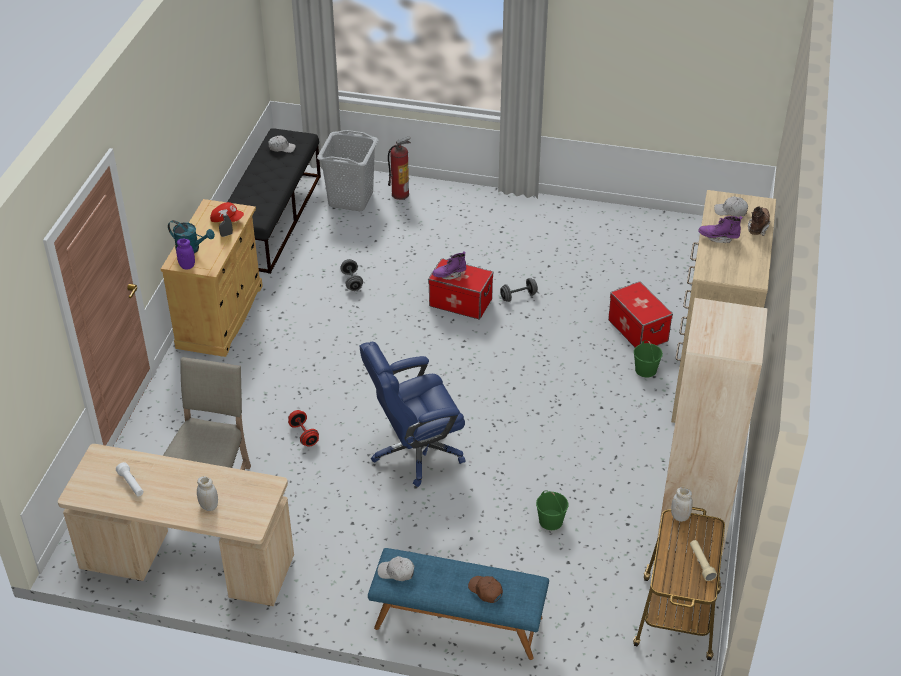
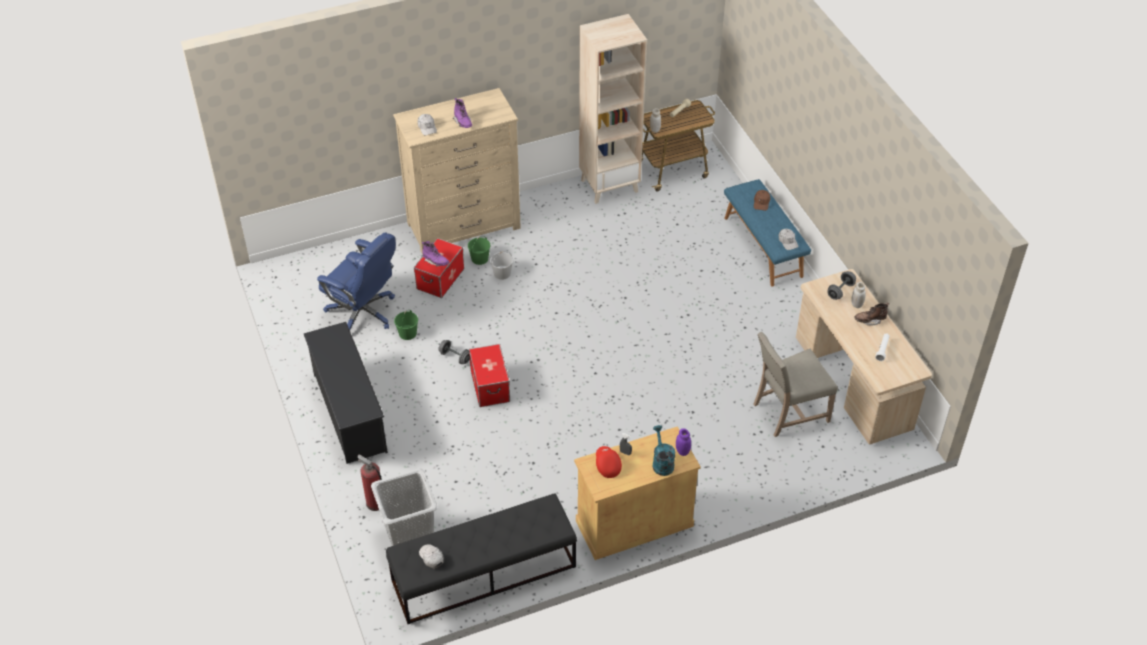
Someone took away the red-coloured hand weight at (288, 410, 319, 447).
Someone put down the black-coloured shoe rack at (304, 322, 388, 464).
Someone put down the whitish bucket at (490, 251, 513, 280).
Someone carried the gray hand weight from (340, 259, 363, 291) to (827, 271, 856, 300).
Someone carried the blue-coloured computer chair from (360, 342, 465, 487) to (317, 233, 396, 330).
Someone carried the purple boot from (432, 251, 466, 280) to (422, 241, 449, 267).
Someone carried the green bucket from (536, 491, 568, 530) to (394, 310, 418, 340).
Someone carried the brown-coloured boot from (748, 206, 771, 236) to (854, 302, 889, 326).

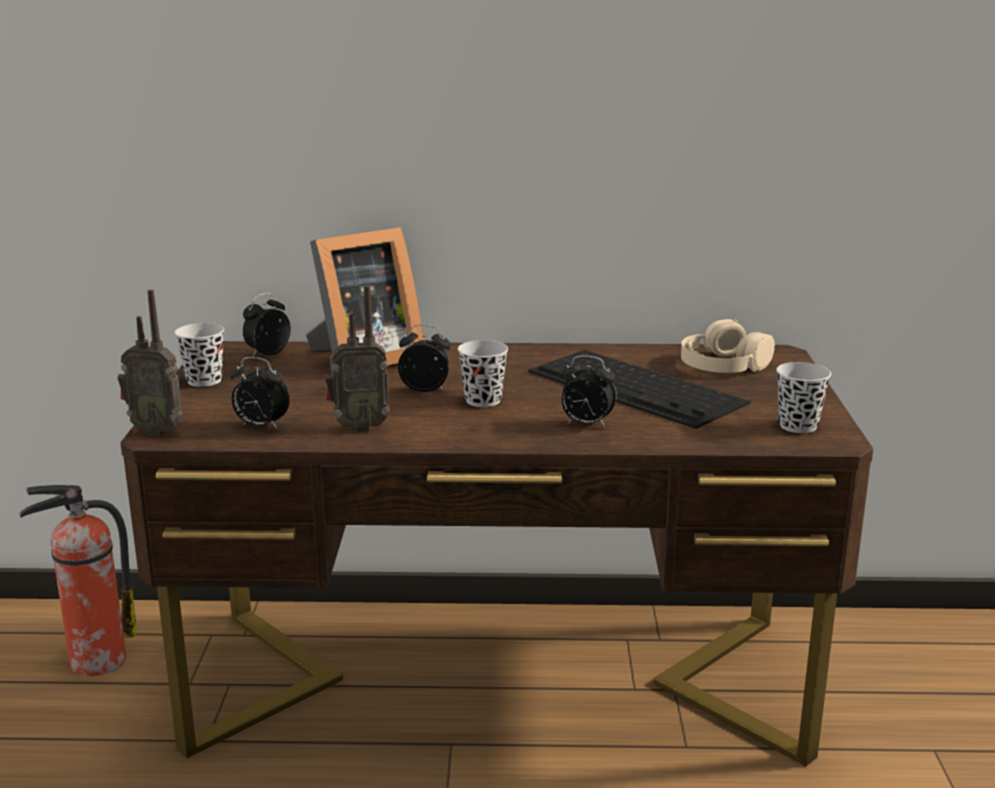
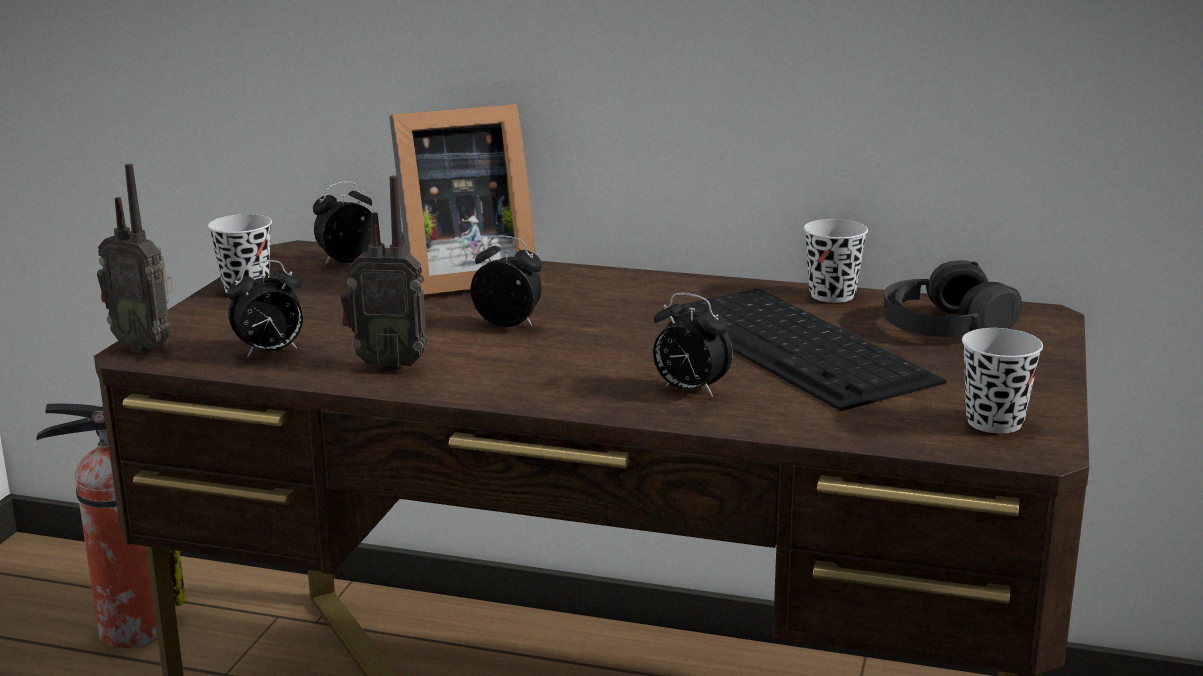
Someone carried the black-coloured drinking cup from (458, 340, 508, 407) to (804, 219, 868, 303).
Someone repainted the sand-coloured pair of headphones at (681, 319, 775, 373), which became the black-coloured pair of headphones at (883, 260, 1022, 337).
Someone rotated the alarm clock at (230, 357, 290, 430) by 60 degrees counterclockwise.

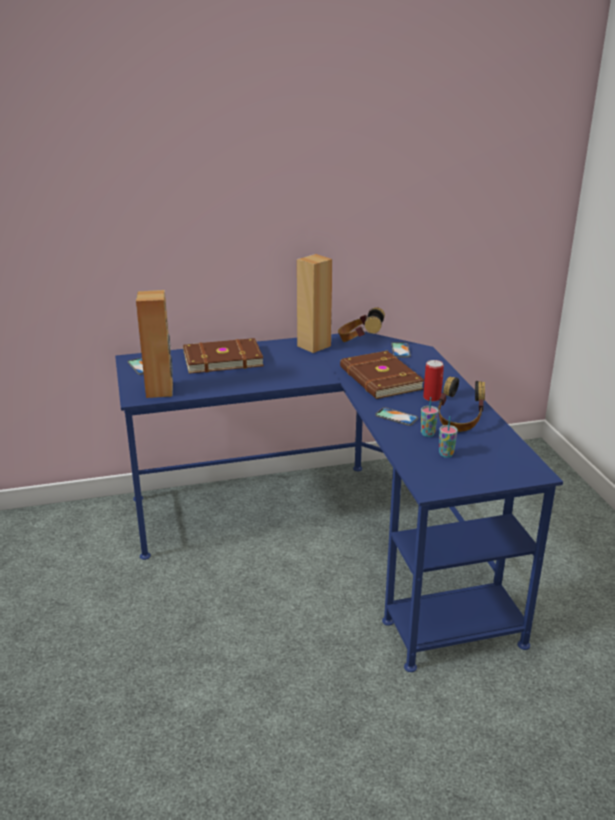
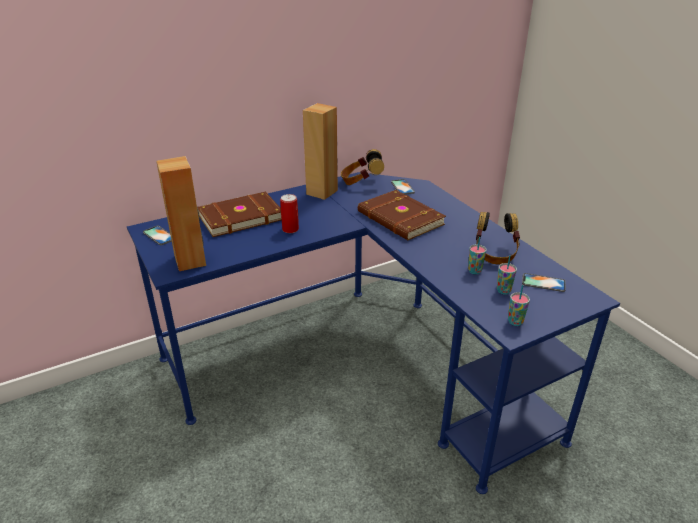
Someone put down the drinking cup at (508, 285, 530, 326).
Someone carried the telephone from (375, 407, 418, 426) to (522, 273, 566, 292).
Someone carried the can from (423, 360, 444, 402) to (280, 194, 299, 233).

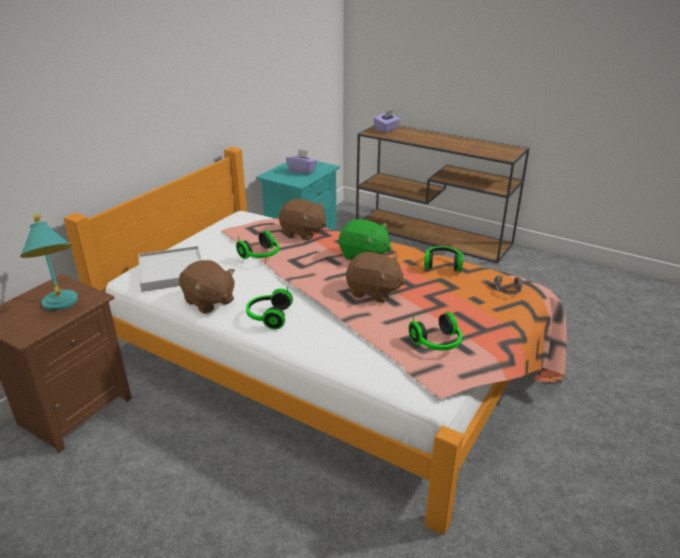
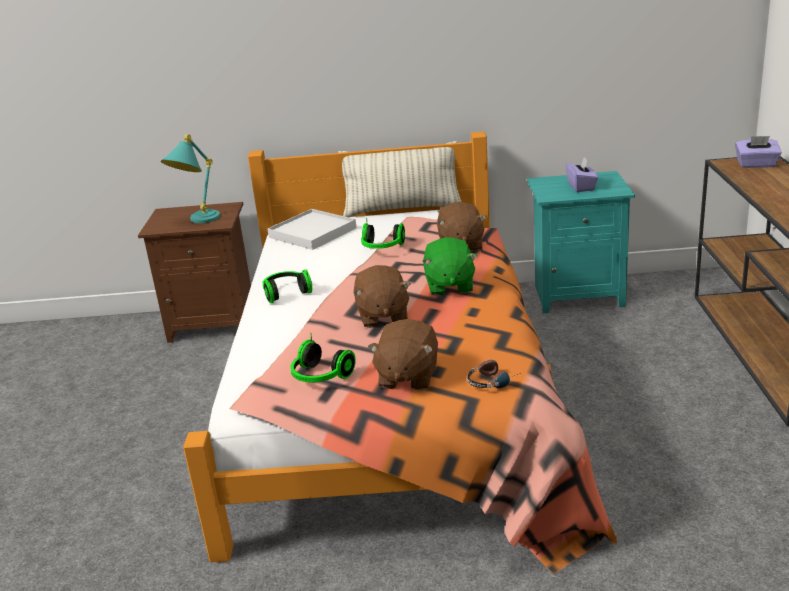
Someone took away the pair of headphones at (424, 246, 463, 272).
Someone put down the throw pillow at (338, 141, 461, 217).
Someone carried the brown-coloured soft toy from (179, 260, 235, 314) to (368, 319, 438, 390).

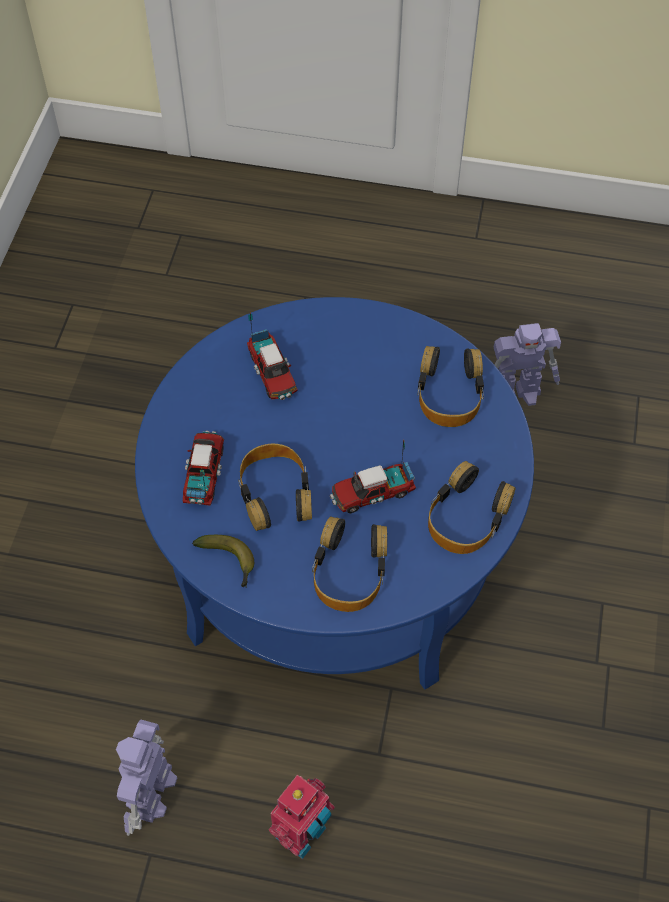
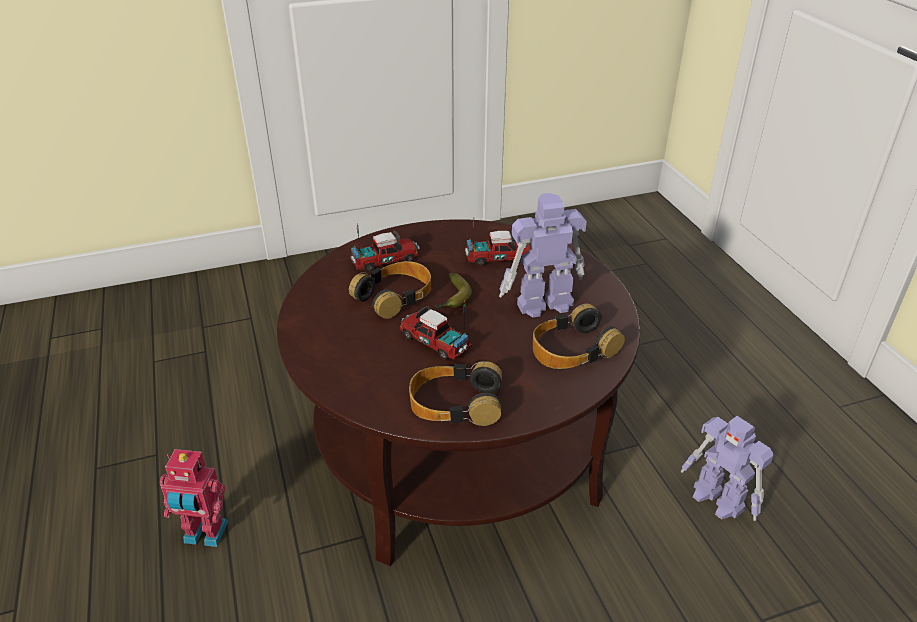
Someone took away the pair of headphones at (312, 516, 387, 612).
Someone carried the toy robot from (116, 720, 177, 836) to (499, 193, 587, 318).
Someone carried the whole banana from (192, 535, 254, 587) to (435, 273, 472, 310).
Someone repainted the blue-coloured lounge table at (135, 297, 534, 690), which became the brown-coloured lounge table at (277, 219, 640, 566).
Someone rotated the toy lorry at (247, 312, 298, 400) by 135 degrees counterclockwise.

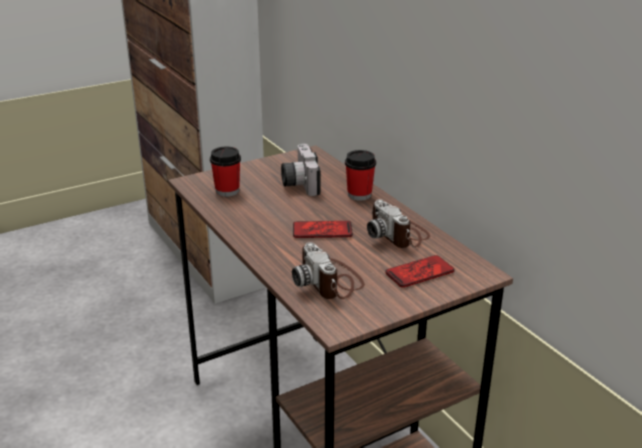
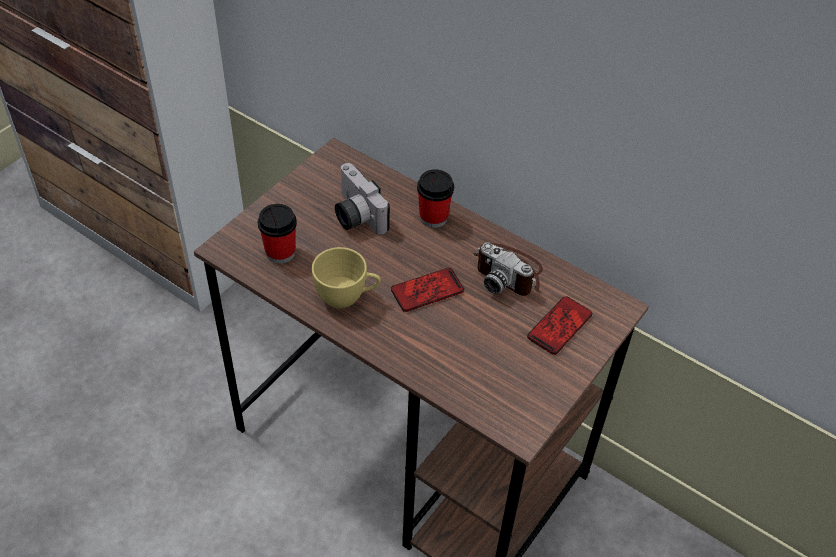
Someone took away the photo camera at (292, 242, 365, 299).
Someone put down the yellow-coloured drinking cup at (312, 247, 381, 308).

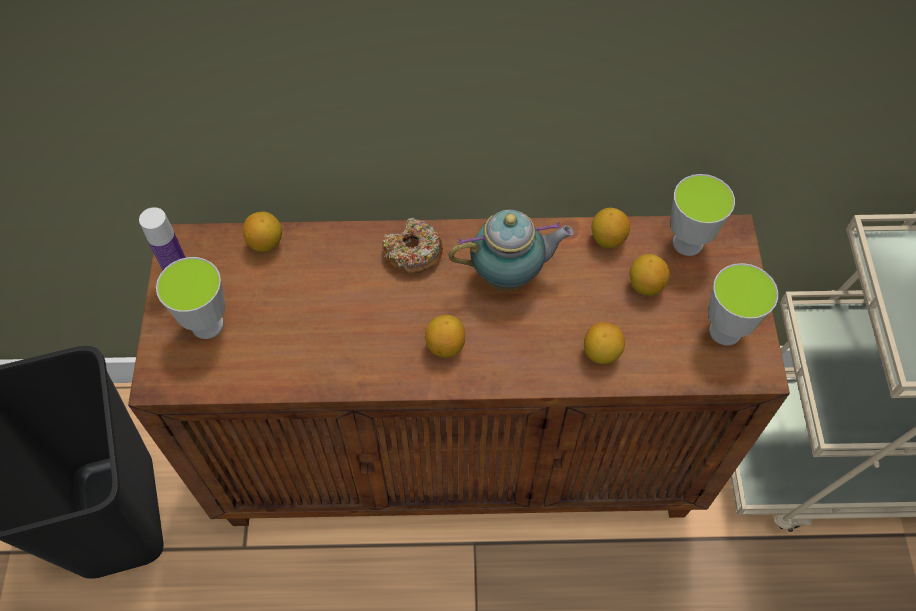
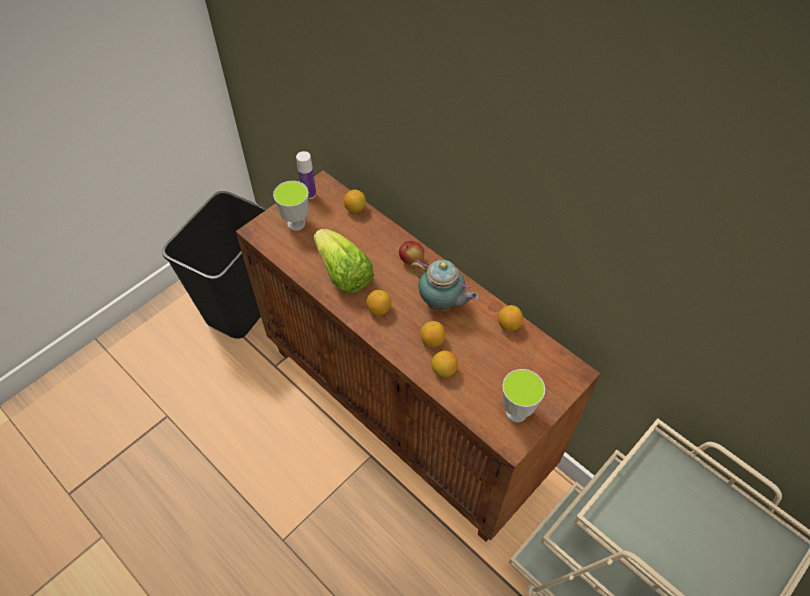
Someone took away the drinking cup at (670, 174, 735, 256).
Someone put down the lettuce at (314, 229, 374, 293).
Someone carried the citrus fruit from (630, 254, 670, 296) to (420, 321, 445, 348).
Someone swapped the doughnut at (382, 218, 443, 273) for the whole apple at (399, 241, 424, 265).

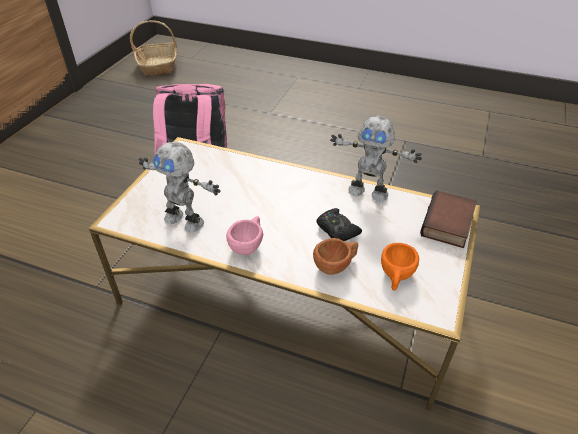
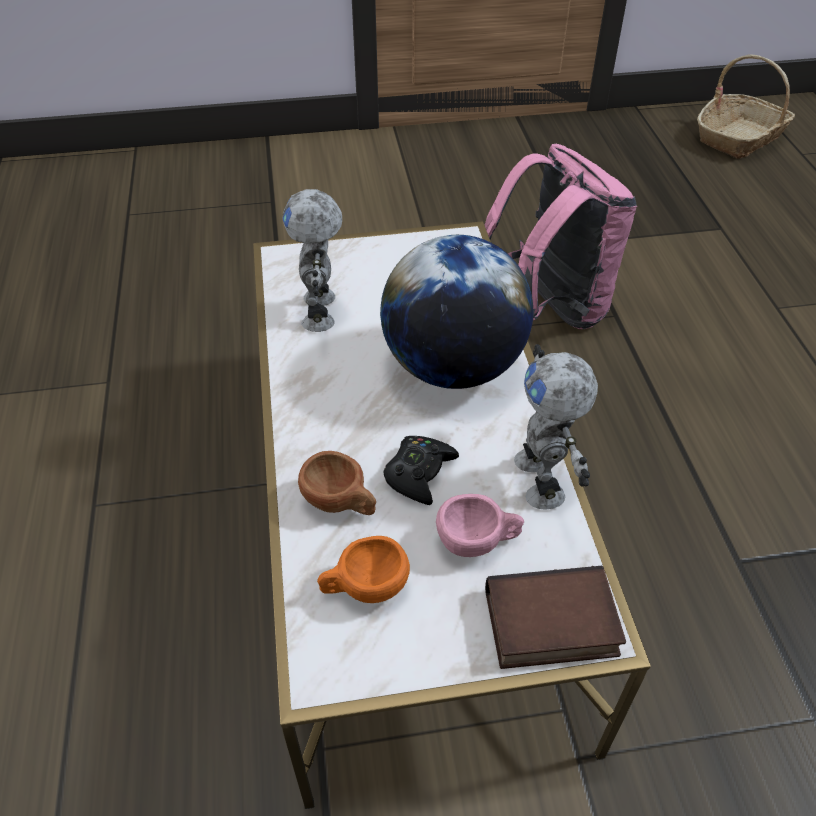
Someone put down the globe at (380, 235, 533, 389).
Someone carried the pink drinking cup from (226, 216, 263, 255) to (436, 494, 524, 557).

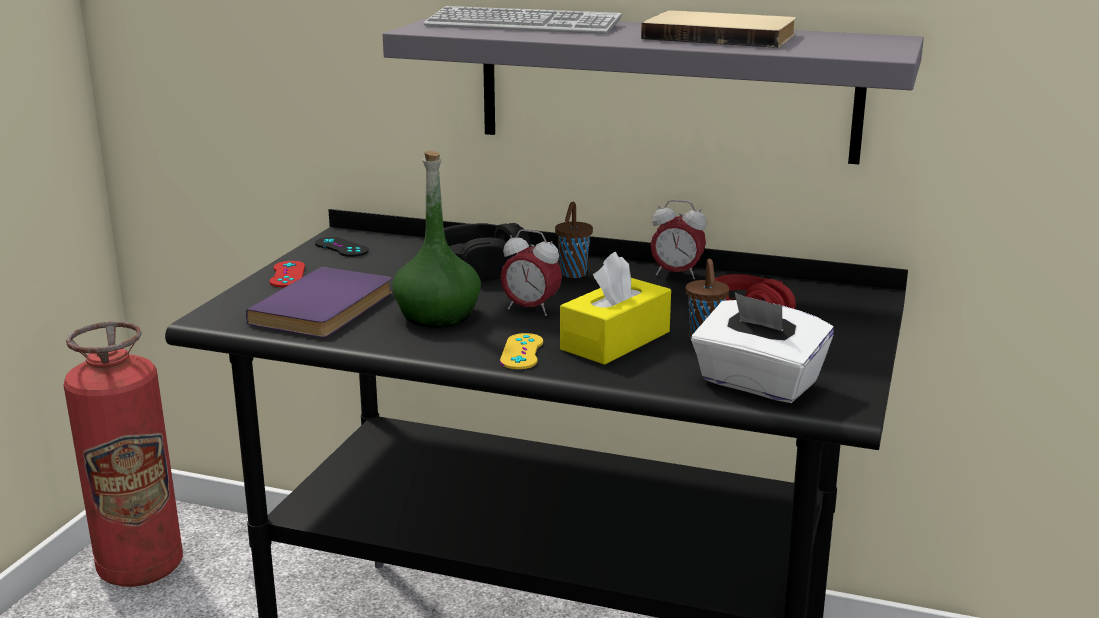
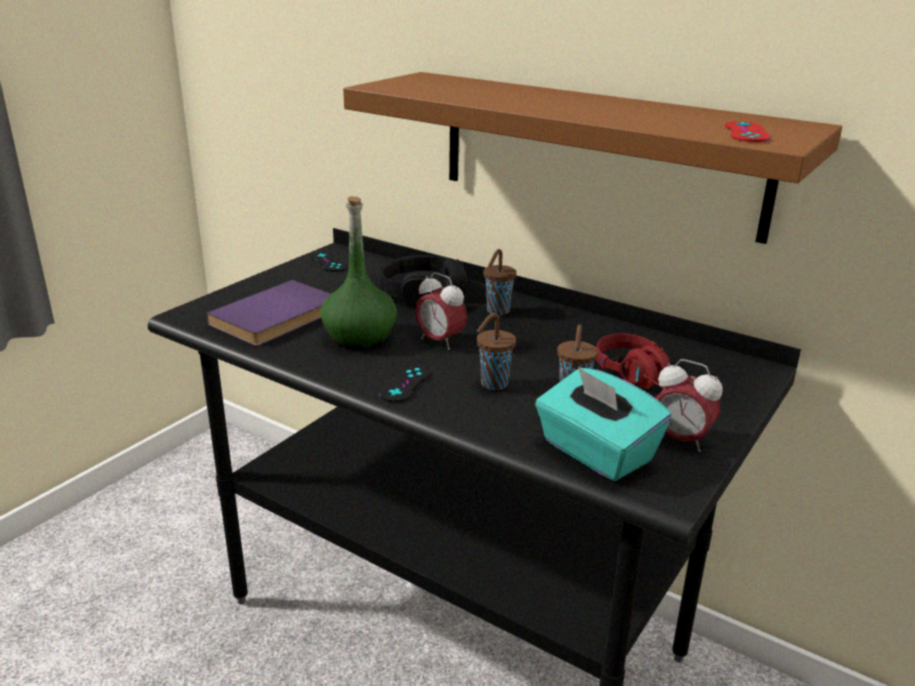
Someone took away the extinguisher at (64, 321, 183, 587).
Someone took away the keyboard at (424, 6, 622, 34).
Someone took away the sand-coloured volume at (641, 10, 796, 48).
Someone carried the red-coloured gamepad from (270, 261, 305, 287) to (725, 121, 770, 142).
Someone carried the alarm clock from (650, 200, 706, 279) to (656, 359, 723, 452).
Someone swapped the yellow-coloured tissue holder at (560, 252, 671, 365) for the brown-coloured drinking cup at (477, 313, 516, 390).
Someone repainted the gray wall shelf at (383, 17, 924, 164), which became the brown-coloured wall shelf at (343, 72, 842, 244).
Someone repainted the yellow-coloured gamepad at (500, 333, 543, 369), which became the black-coloured gamepad at (379, 365, 430, 403).
Someone repainted the whitish tissue holder at (691, 292, 834, 403), which became the blue-green tissue holder at (535, 367, 672, 481).

